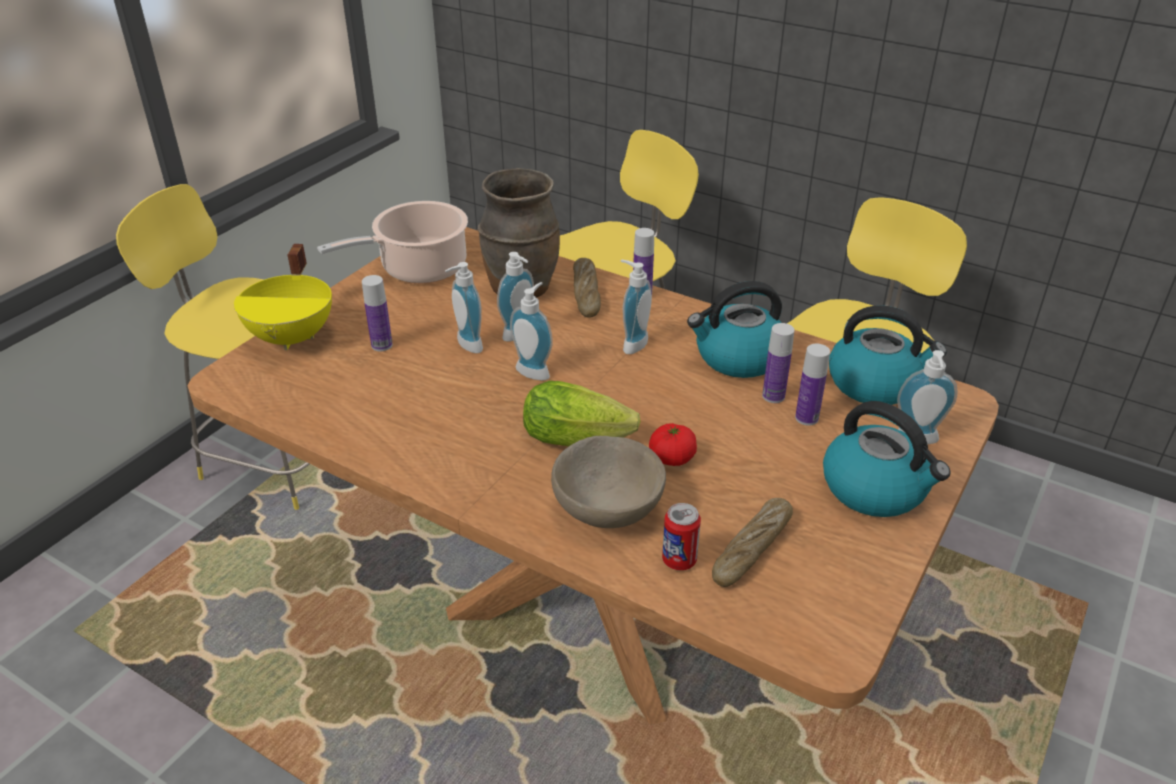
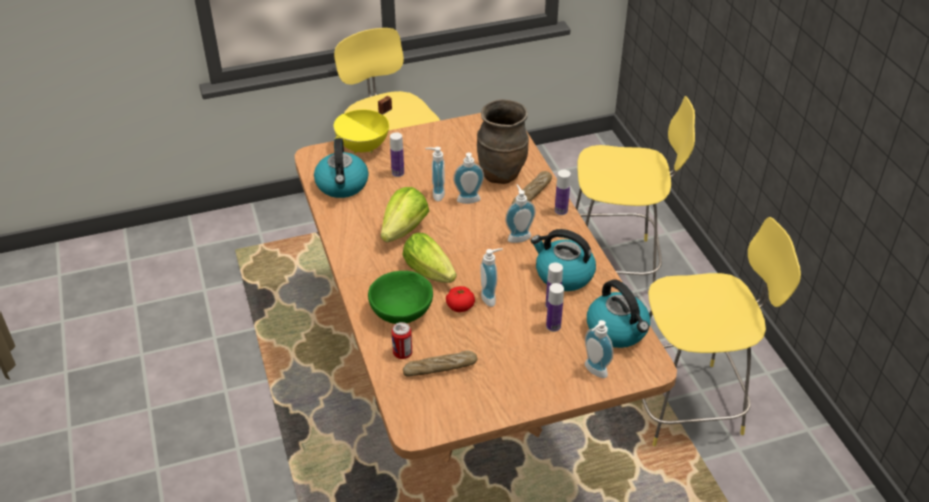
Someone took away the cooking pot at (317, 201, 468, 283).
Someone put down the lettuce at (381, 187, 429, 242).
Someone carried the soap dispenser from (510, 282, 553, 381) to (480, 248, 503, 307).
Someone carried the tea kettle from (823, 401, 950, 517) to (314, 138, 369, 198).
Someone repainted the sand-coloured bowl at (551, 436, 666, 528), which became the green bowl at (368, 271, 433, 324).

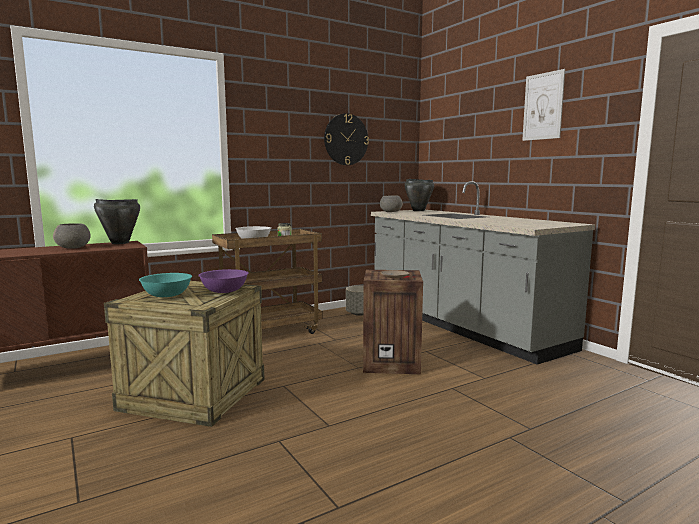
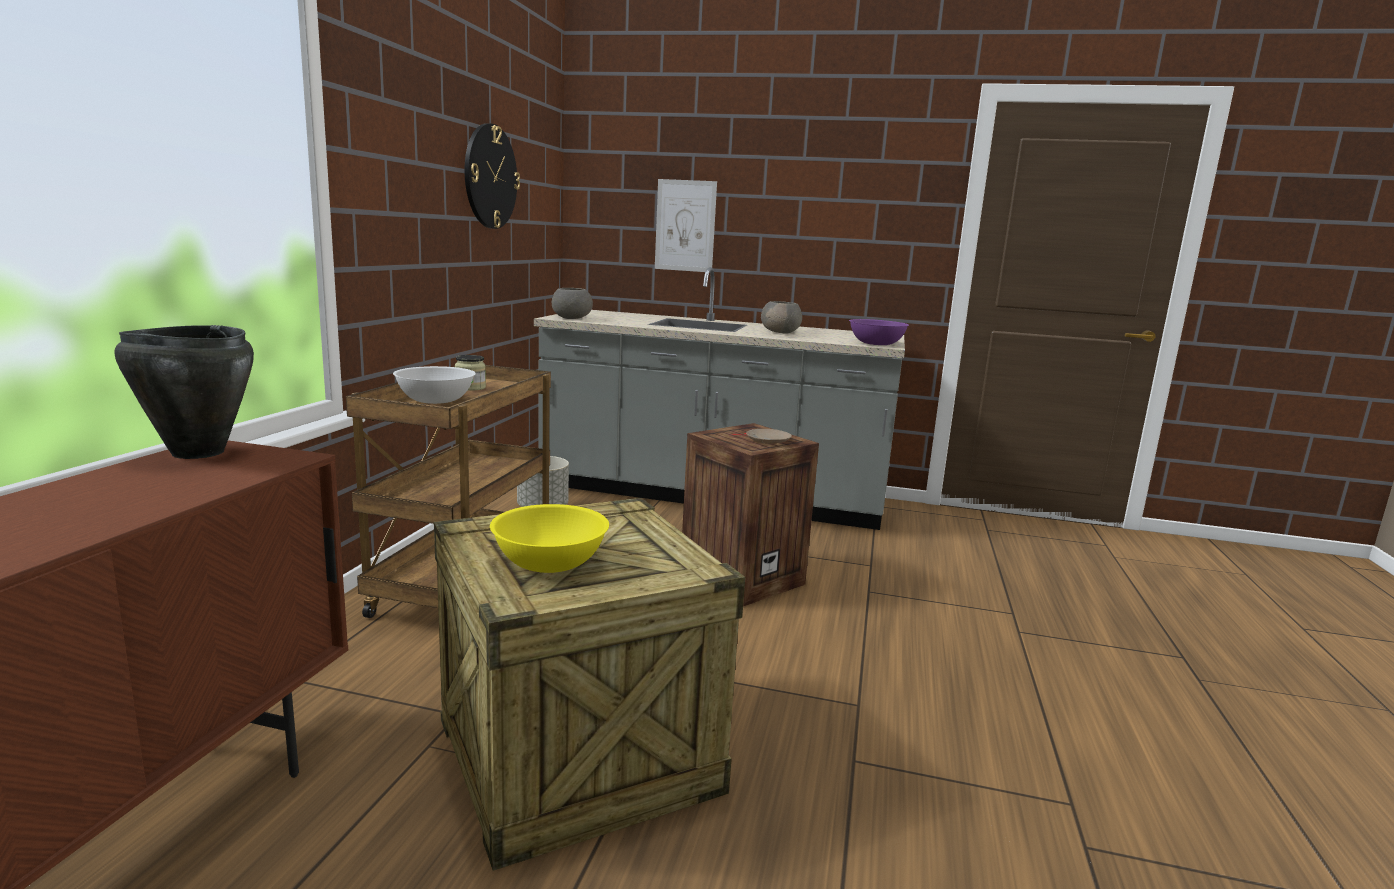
Someone took away the black-coloured cooking pot at (405, 179, 434, 211).
Someone carried the gray bowl from (53, 223, 91, 249) to (761, 301, 802, 334).
Someone carried the purple bowl from (198, 269, 249, 293) to (849, 319, 909, 345).
Someone carried the wall art from (522, 69, 565, 141) to (655, 179, 717, 272).
Someone repainted the blue-green bowl at (139, 273, 192, 297), which became the yellow-coloured bowl at (490, 504, 609, 573).

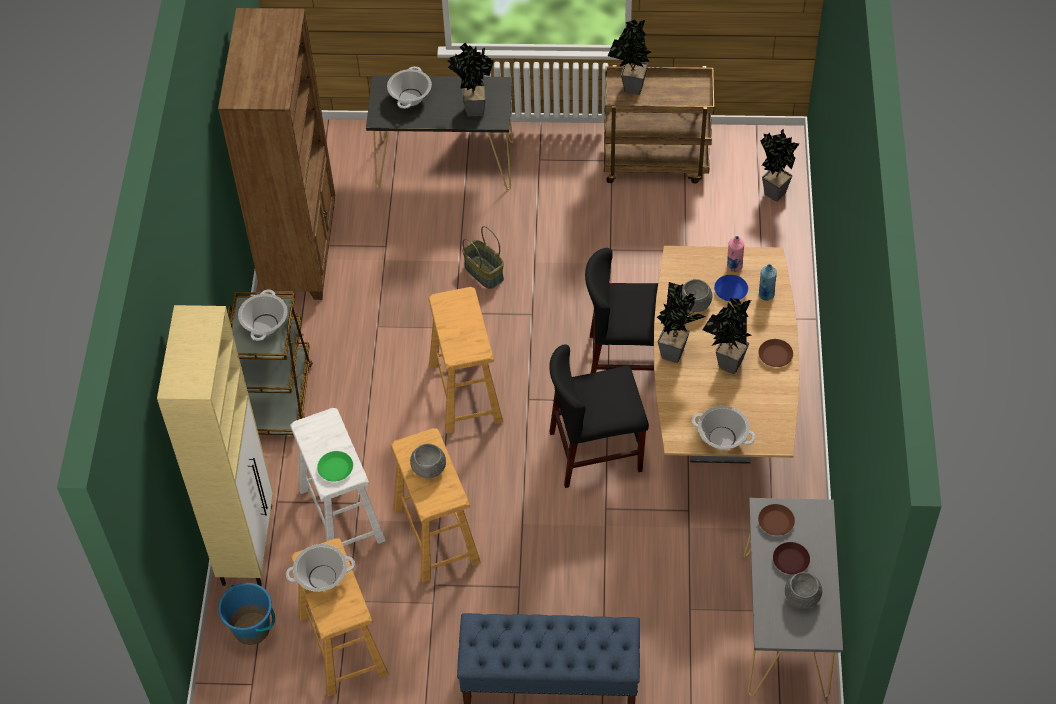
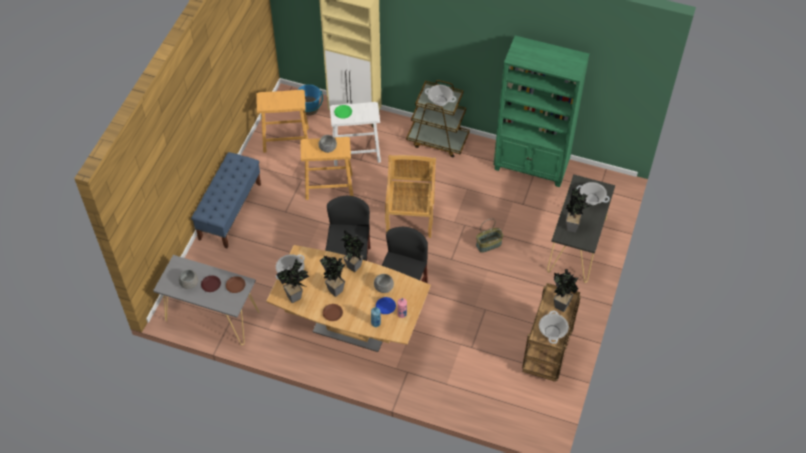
Someone carried the cooking pot from (286, 544, 355, 592) to (539, 311, 569, 344).
Someone carried the plant in a pot from (760, 129, 799, 201) to (276, 259, 309, 303).
Someone swapped the sand-coloured stool at (428, 287, 503, 434) for the sand-coloured upright chair at (385, 155, 436, 238).
Someone repainted the brown-coloured bookshelf at (218, 8, 335, 300), which became the green bookshelf at (494, 36, 590, 187).

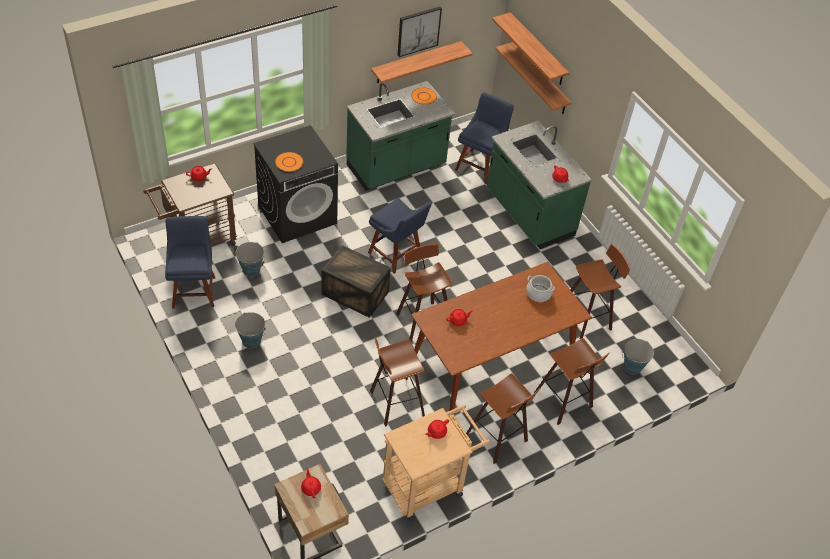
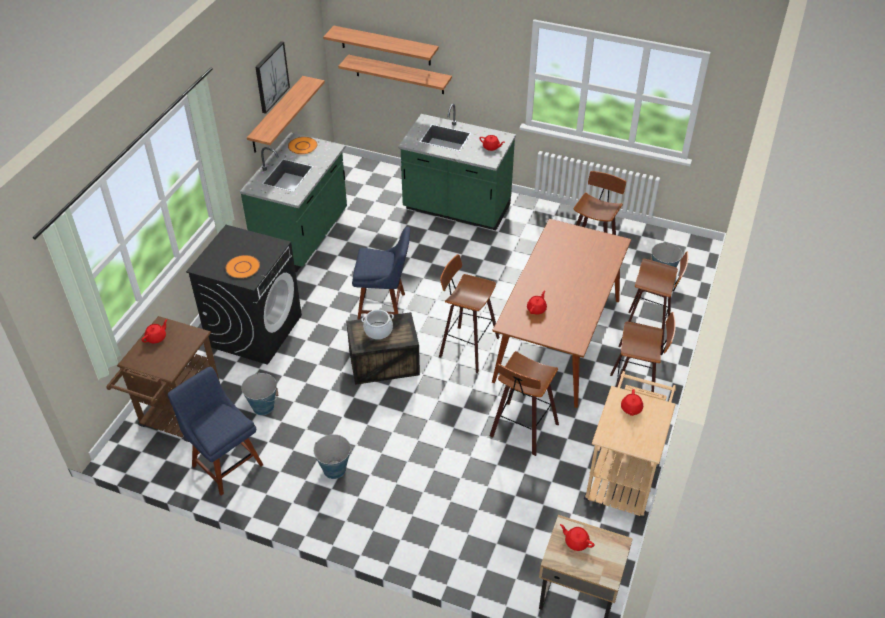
Someone took away the blue-coloured upright chair at (455, 92, 514, 185).
Someone carried the cooking pot from (526, 275, 555, 302) to (361, 310, 394, 339).

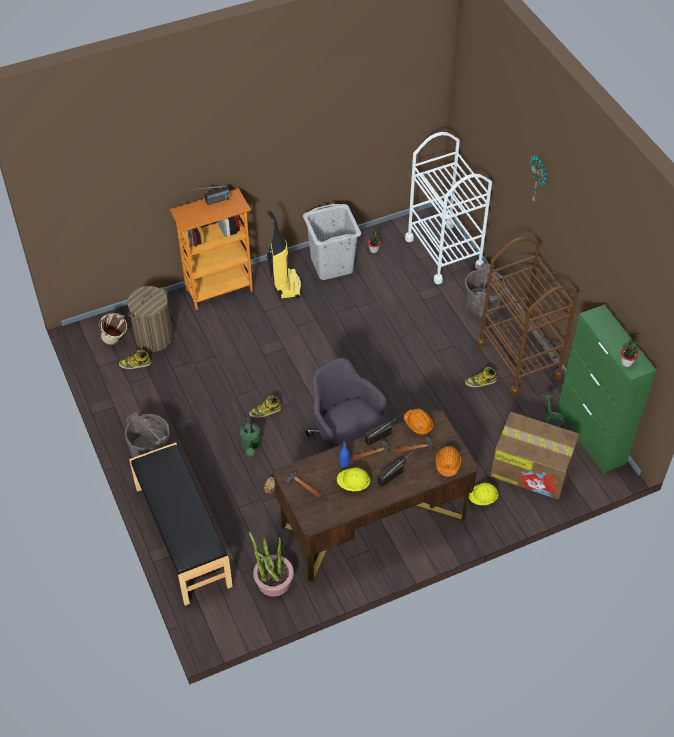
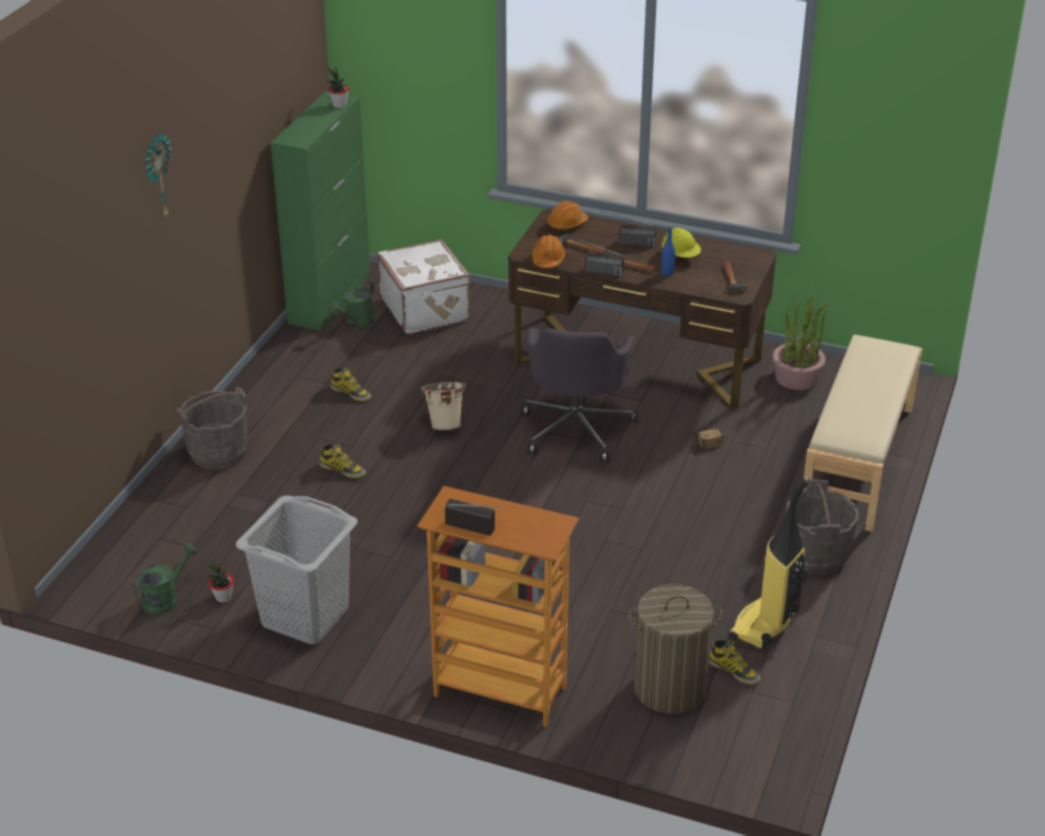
Someone took away the whitish wheeled cart at (405, 132, 492, 284).
Someone took away the yellow-coloured work helmet at (469, 483, 498, 506).
Someone took away the brown-coloured wheeled cart at (476, 237, 578, 396).
Someone carried the sand-coloured bucket from (99, 313, 127, 345) to (421, 382, 466, 430).
Someone carried the green watering can from (240, 417, 261, 457) to (133, 543, 197, 615).
Someone carried the boot from (249, 395, 282, 418) to (320, 443, 366, 478).
Someone carried the vacuum from (267, 210, 301, 299) to (729, 477, 810, 651).
Someone swapped the cardboard box at (491, 412, 579, 500) for the whitish suitcase at (377, 239, 471, 334).
Someone repainted the black-coloured indoor bench at (129, 443, 233, 606), which became the sand-coloured indoor bench at (803, 335, 923, 532).

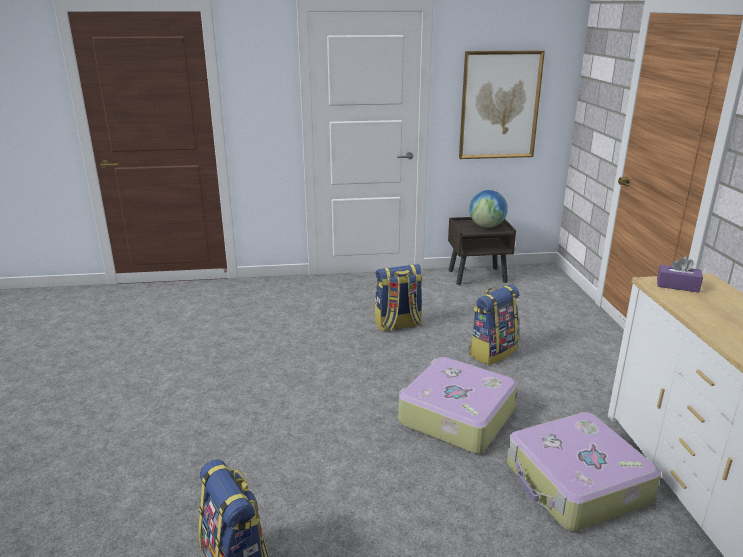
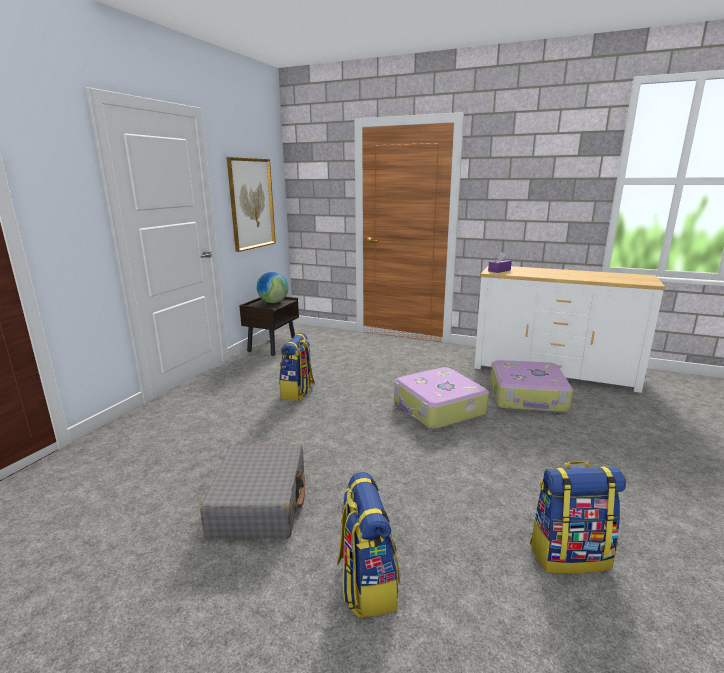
Someone put down the gray suitcase at (200, 444, 305, 539).
Someone carried the backpack from (469, 285, 519, 365) to (337, 472, 400, 618).

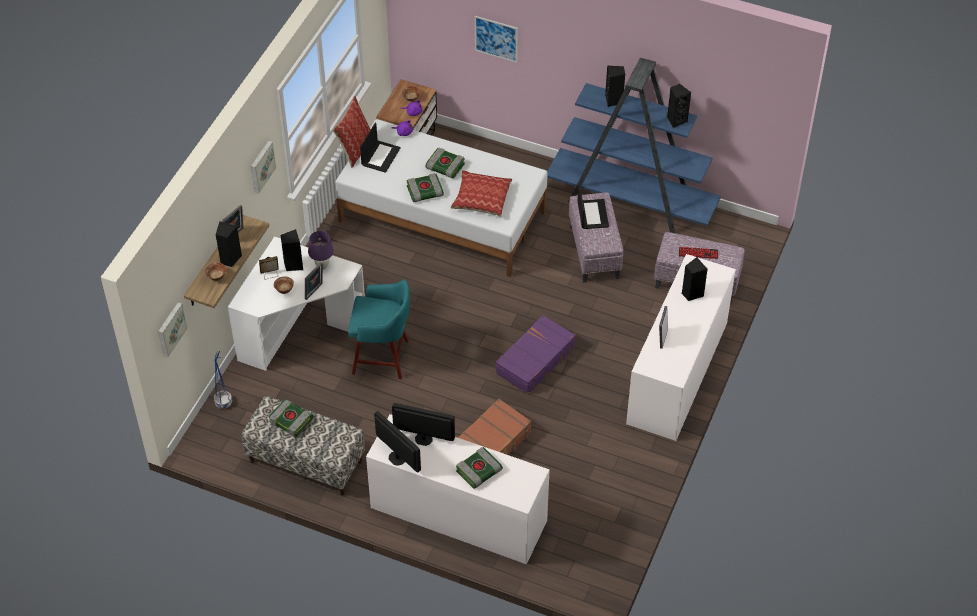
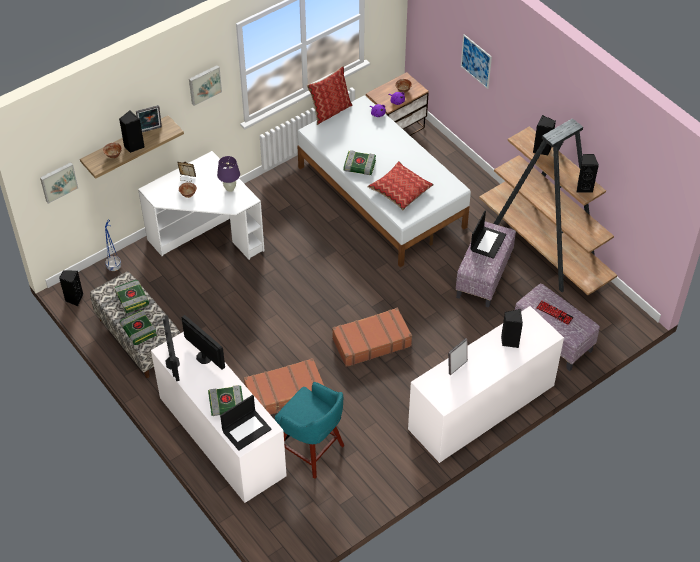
Someone took away the picture frame at (305, 262, 323, 300).
Someone carried the black-coloured loudspeaker from (280, 229, 303, 271) to (59, 270, 83, 306).
Someone carried the blue-green stool from (348, 279, 410, 379) to (275, 382, 344, 479).
Someone carried the notebook computer from (360, 123, 401, 173) to (220, 395, 272, 450).
Someone carried the volume from (425, 148, 465, 178) to (120, 310, 157, 345).
Someone repainted the purple suitcase at (496, 315, 576, 394), which became the brown-coloured suitcase at (332, 307, 412, 367).
Someone repainted the blue-coloured bookshelf at (547, 58, 721, 233), which became the brown-coloured bookshelf at (479, 118, 617, 295).

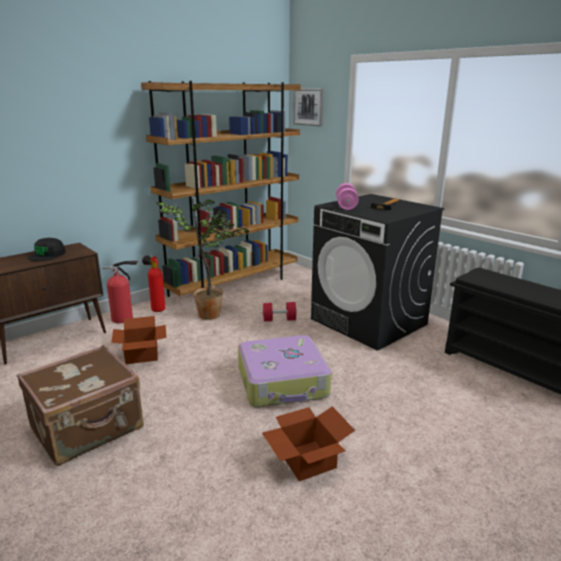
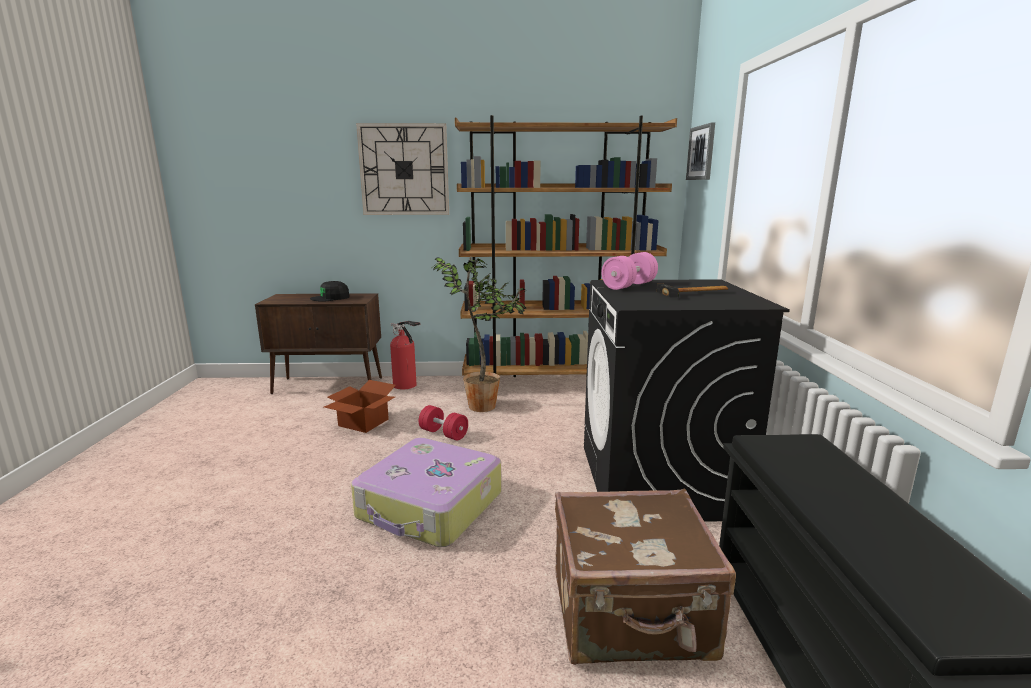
Someone took away the extinguisher at (142, 255, 165, 312).
Someone took away the cardboard box at (262, 406, 355, 481).
Someone put up the hanging clock at (356, 123, 449, 215).
Someone carried the brown-coloured suitcase from (17, 345, 144, 466) to (555, 488, 736, 665).
Someone carried the red-coloured hand weight from (262, 302, 297, 321) to (419, 405, 468, 441).

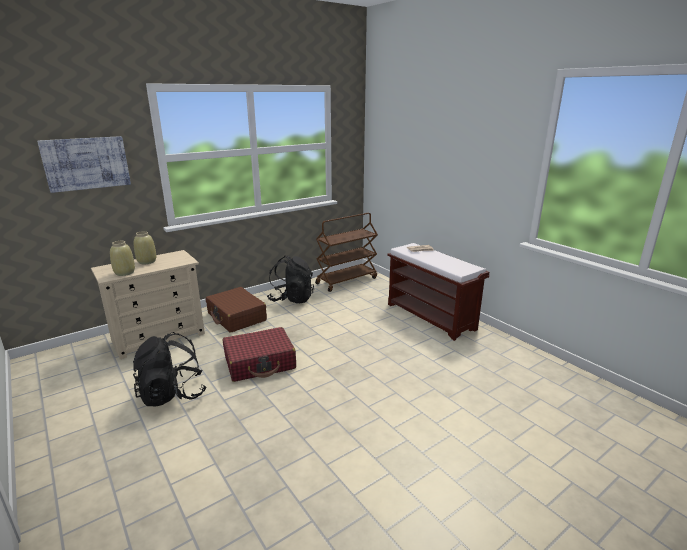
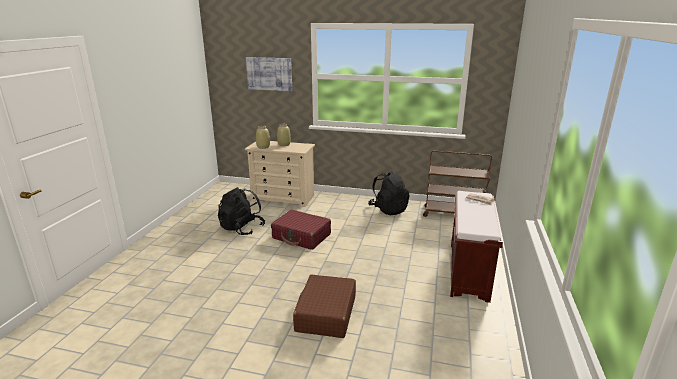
Someone carried the brown-coloured suitcase from (206, 287, 267, 333) to (293, 274, 356, 338).

